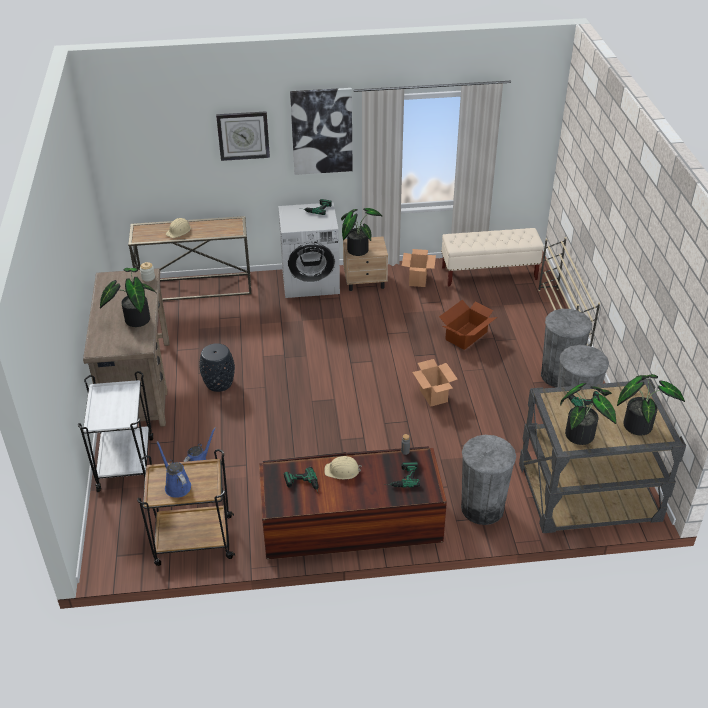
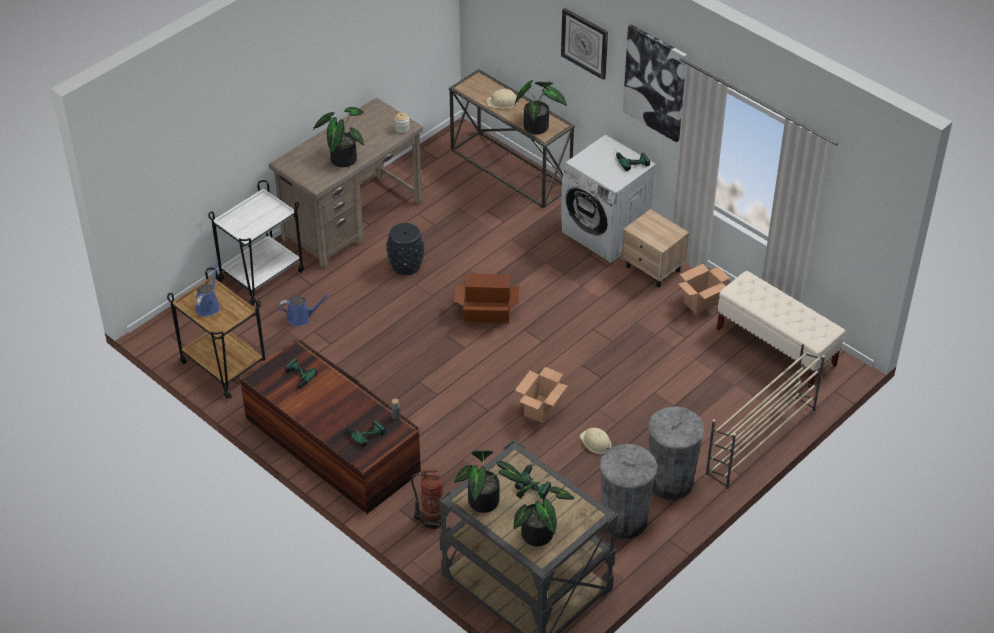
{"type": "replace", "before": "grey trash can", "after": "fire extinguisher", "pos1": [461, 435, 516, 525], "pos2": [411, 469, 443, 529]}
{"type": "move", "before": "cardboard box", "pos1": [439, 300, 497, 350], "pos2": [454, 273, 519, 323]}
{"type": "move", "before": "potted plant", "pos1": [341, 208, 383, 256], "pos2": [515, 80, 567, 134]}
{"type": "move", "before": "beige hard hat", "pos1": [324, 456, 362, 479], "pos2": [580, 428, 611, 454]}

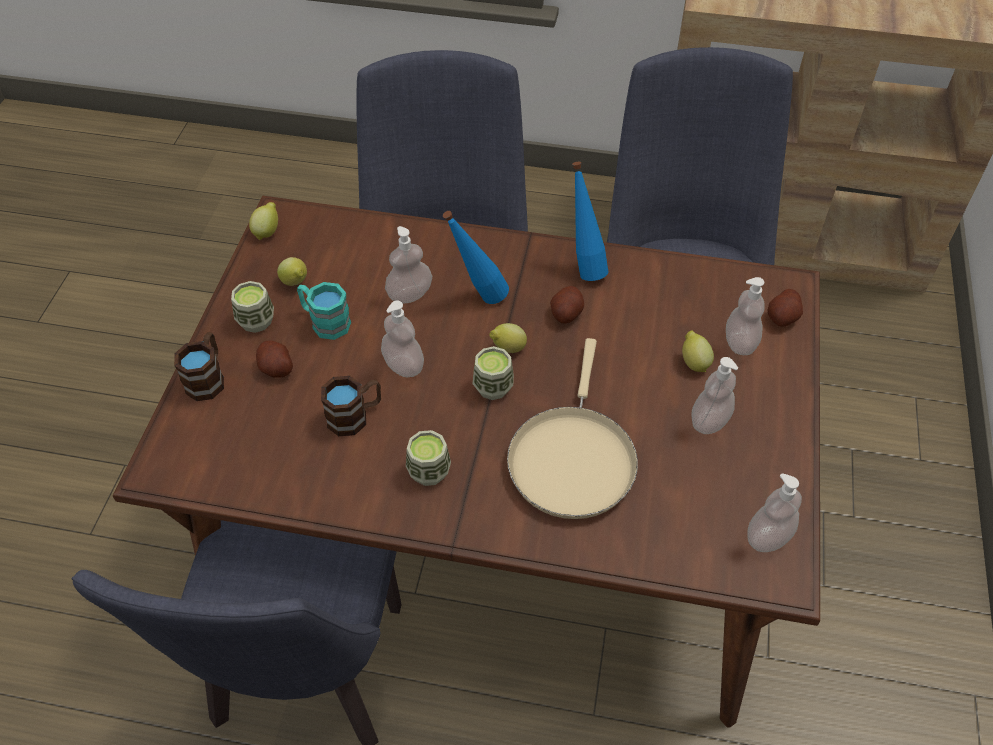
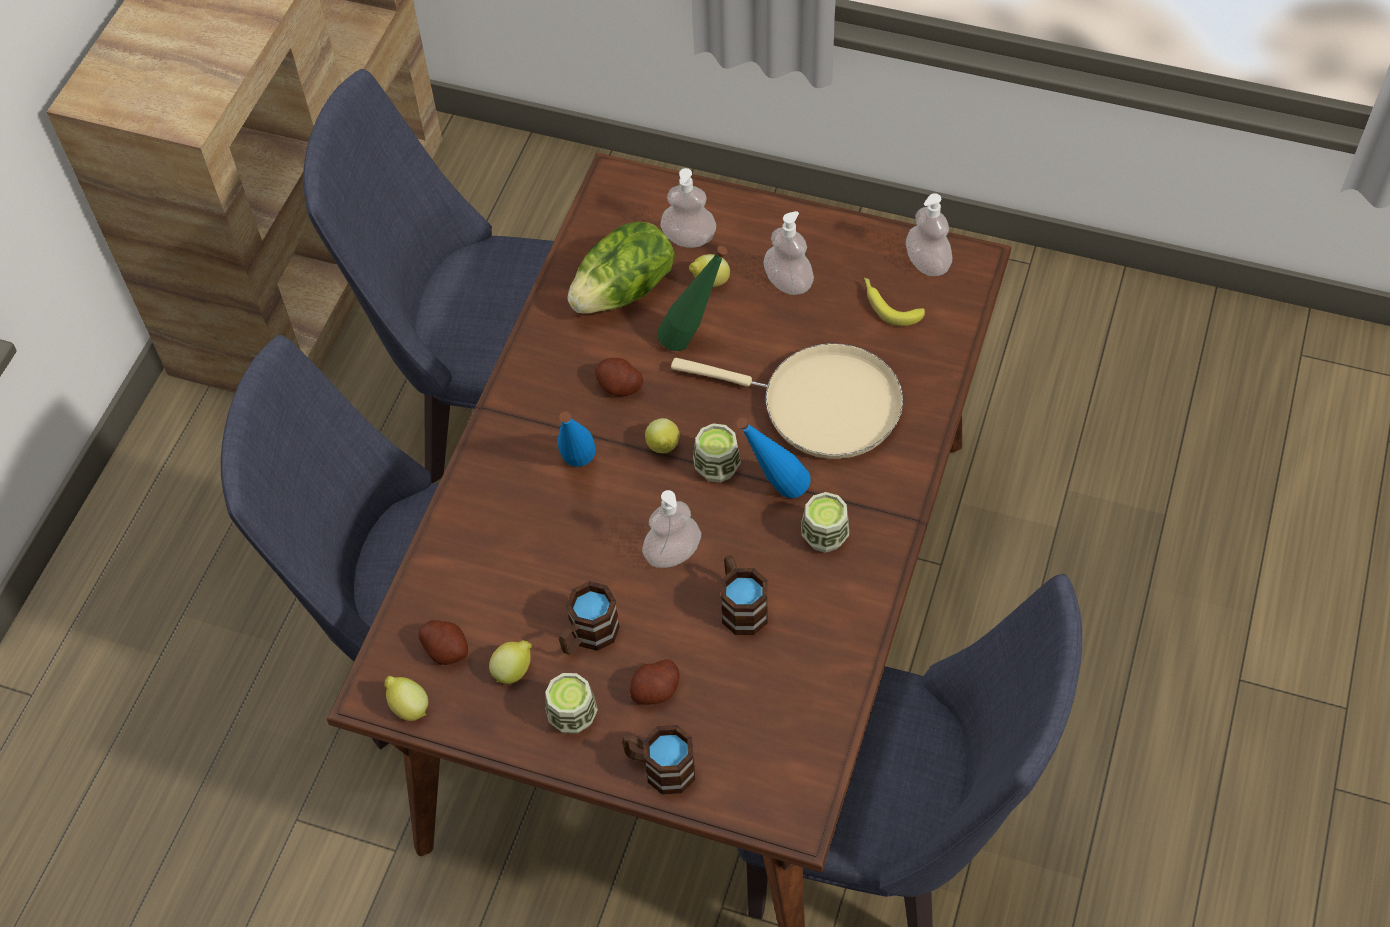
{"type": "move", "before": "potato", "pos1": [768, 289, 803, 327], "pos2": [419, 620, 468, 665]}
{"type": "recolor", "before": "turquoise mug", "after": "brown mug", "pos1": [297, 282, 351, 340], "pos2": [559, 581, 620, 655]}
{"type": "insert", "after": "lettuce", "pos2": [567, 221, 675, 314]}
{"type": "insert", "after": "green bottle", "pos2": [657, 246, 728, 351]}
{"type": "move", "before": "blue bottle", "pos1": [572, 162, 608, 281], "pos2": [737, 417, 810, 498]}
{"type": "insert", "after": "banana", "pos2": [864, 278, 925, 326]}
{"type": "delete", "before": "soap dispenser", "pos1": [385, 226, 432, 304]}

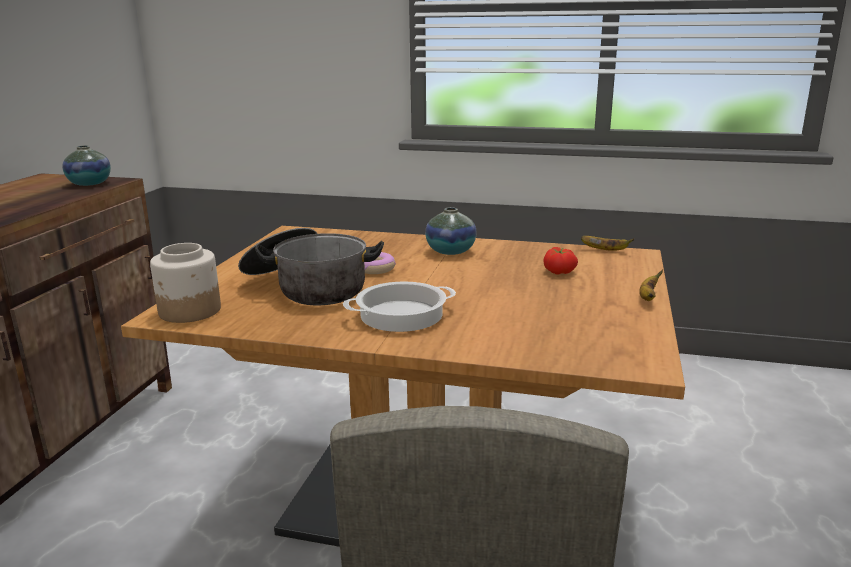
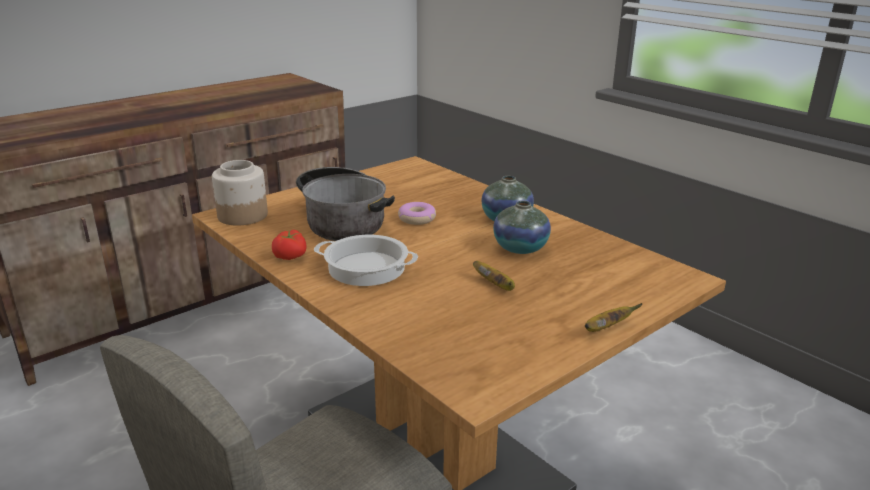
{"type": "move", "before": "tomato", "pos1": [543, 247, 578, 275], "pos2": [272, 230, 307, 260]}
{"type": "move", "before": "banana", "pos1": [581, 236, 634, 251], "pos2": [473, 261, 515, 291]}
{"type": "move", "before": "vase", "pos1": [62, 146, 111, 186], "pos2": [493, 201, 551, 254]}

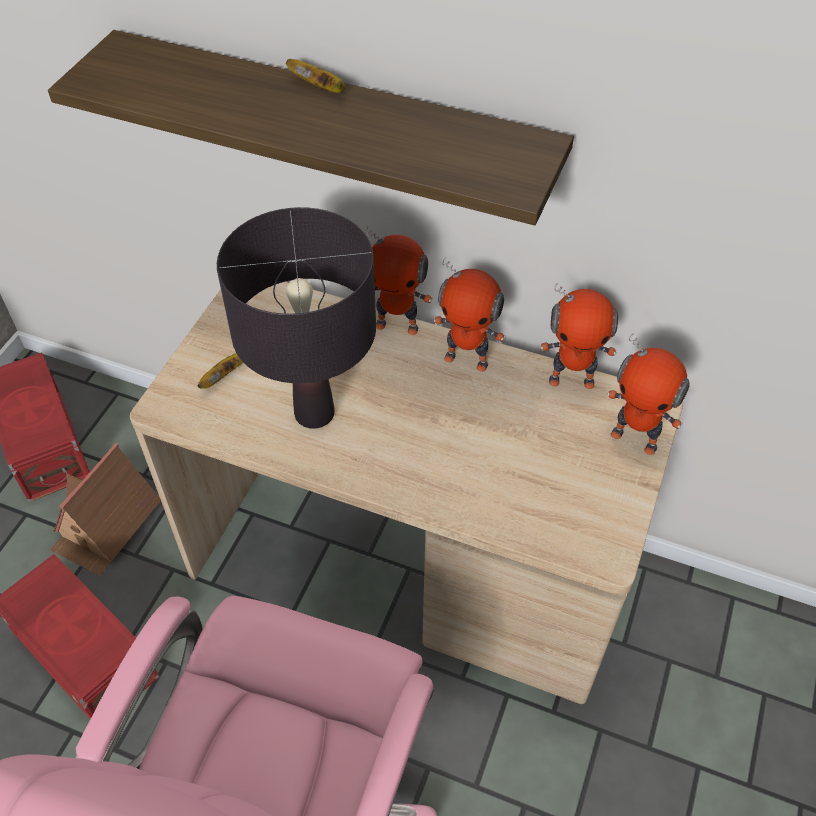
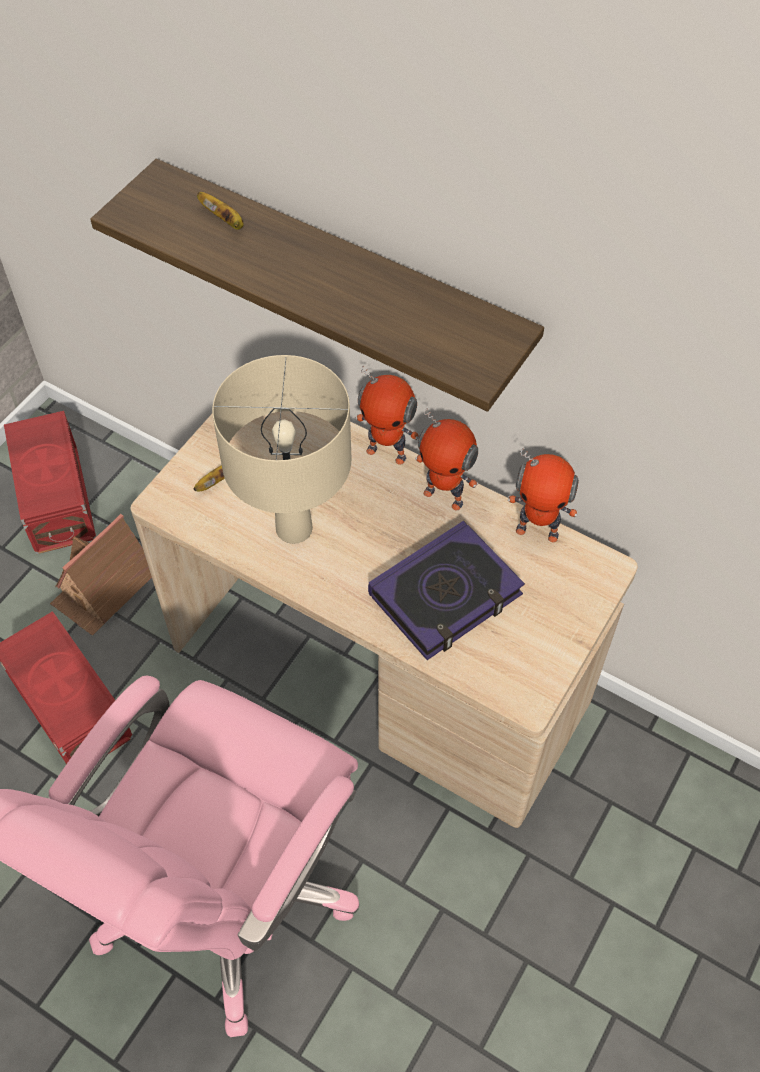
{"type": "move", "before": "banana", "pos1": [286, 59, 345, 93], "pos2": [197, 192, 244, 230]}
{"type": "recolor", "before": "black table lamp", "after": "beige table lamp", "pos1": [217, 207, 376, 429], "pos2": [212, 355, 351, 544]}
{"type": "insert", "after": "book", "pos2": [368, 521, 525, 660]}
{"type": "delete", "before": "toy robot", "pos1": [607, 333, 689, 455]}

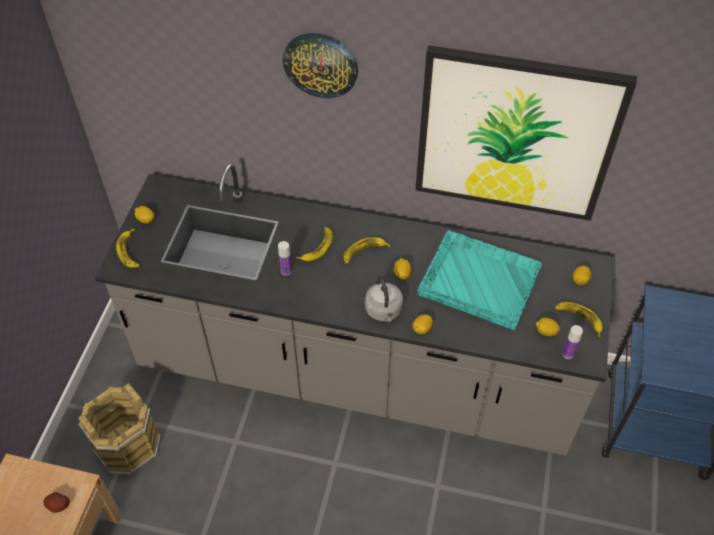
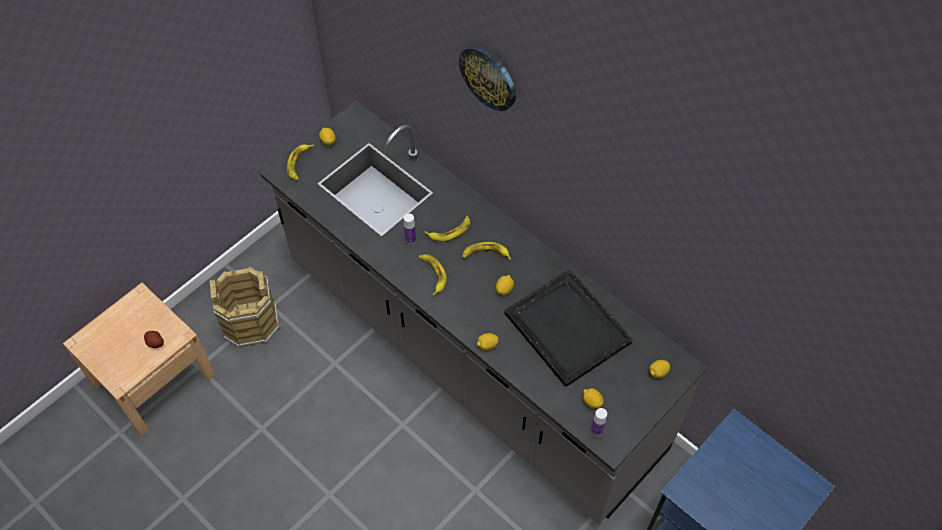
{"type": "move", "before": "banana", "pos1": [555, 302, 603, 337], "pos2": [419, 254, 447, 296]}
{"type": "recolor", "before": "turquoise tray", "after": "black tray", "pos1": [417, 230, 543, 330], "pos2": [504, 270, 633, 387]}
{"type": "delete", "before": "grey kettle", "pos1": [365, 274, 403, 322]}
{"type": "delete", "before": "picture", "pos1": [415, 45, 637, 221]}

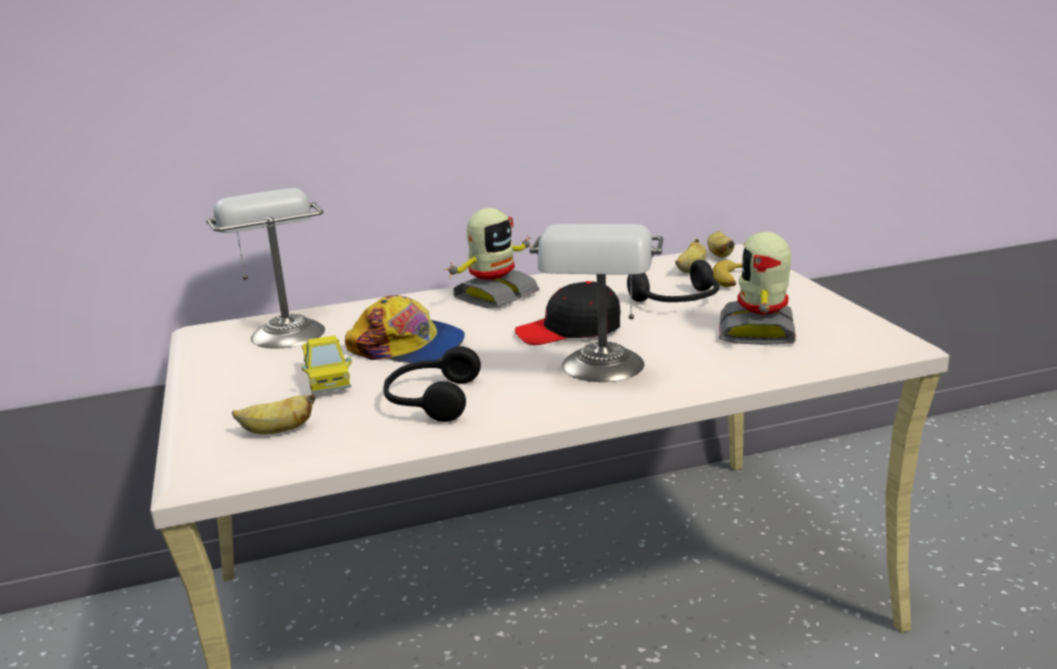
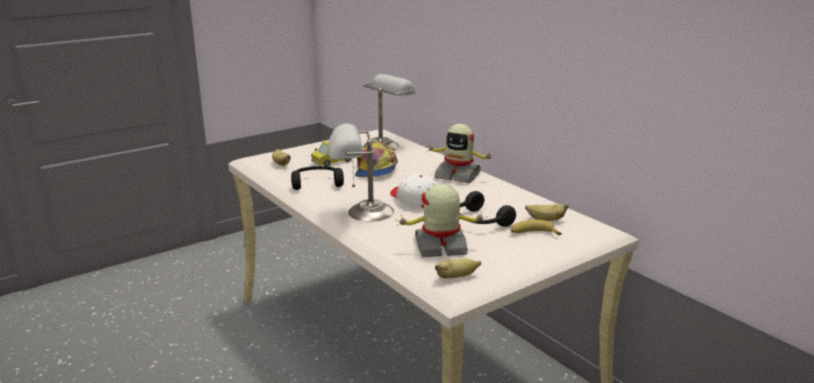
{"type": "recolor", "before": "black cap", "after": "white cap", "pos1": [515, 281, 620, 345], "pos2": [390, 174, 438, 208]}
{"type": "move", "before": "banana", "pos1": [707, 231, 735, 258], "pos2": [435, 259, 481, 279]}

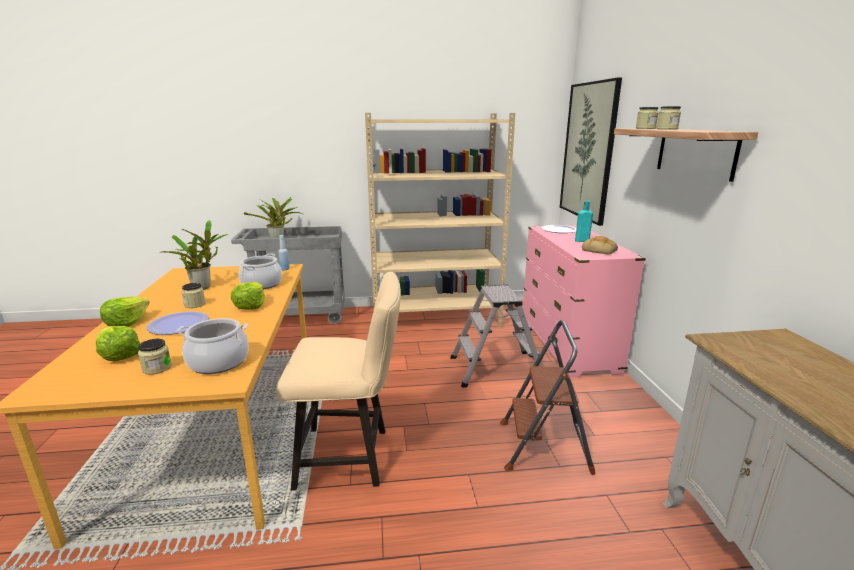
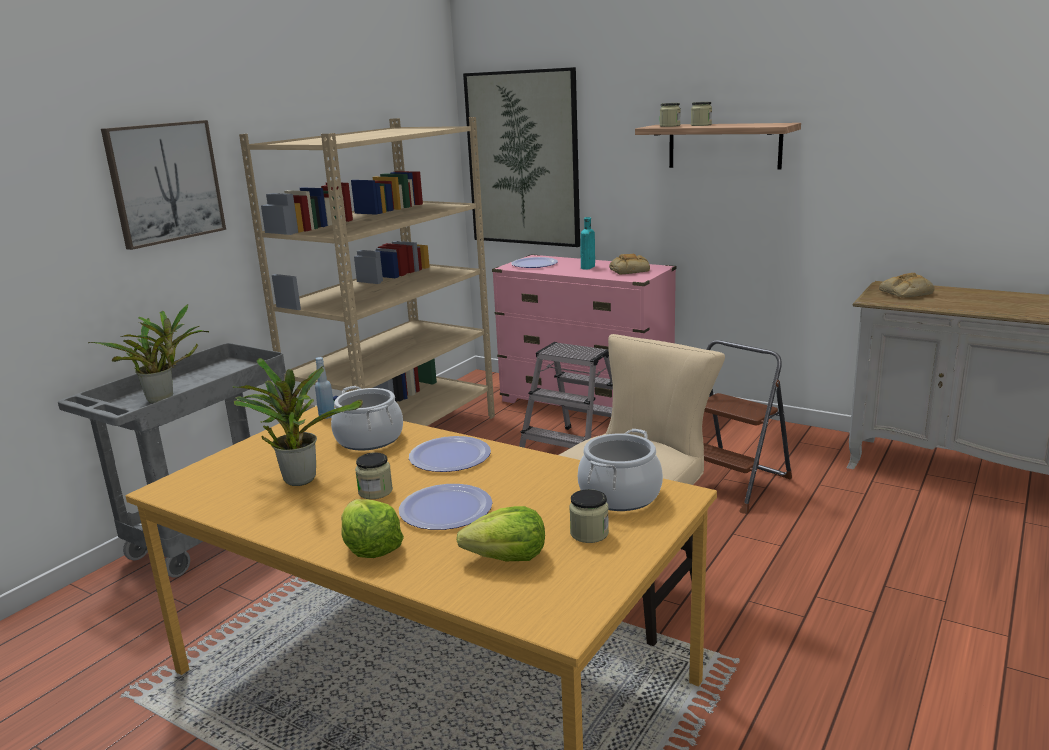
{"type": "insert", "after": "picture", "pos2": [101, 120, 226, 250]}
{"type": "replace", "before": "lettuce", "after": "plate", "pos1": [231, 282, 265, 310], "pos2": [409, 436, 491, 472]}
{"type": "insert", "after": "bread", "pos2": [879, 273, 935, 298]}

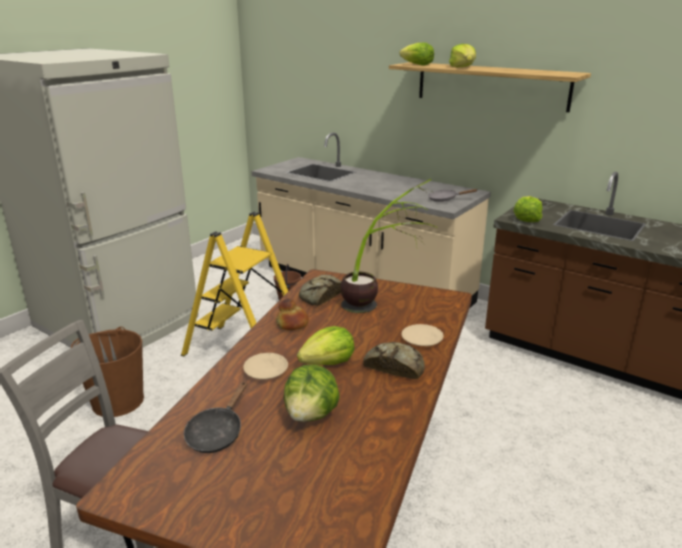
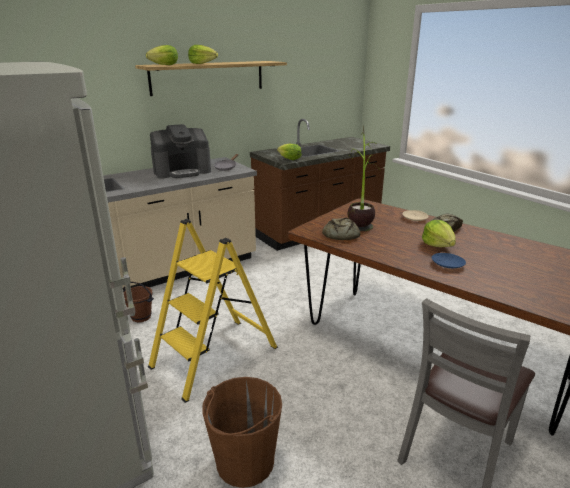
{"type": "insert", "after": "coffee machine", "pos2": [150, 124, 211, 178]}
{"type": "recolor", "before": "beige plate", "after": "blue plate", "pos1": [243, 353, 288, 380], "pos2": [431, 253, 466, 268]}
{"type": "delete", "before": "black frying pan", "pos1": [184, 381, 247, 453]}
{"type": "delete", "before": "bread", "pos1": [276, 298, 309, 330]}
{"type": "delete", "before": "lettuce", "pos1": [284, 365, 340, 422]}

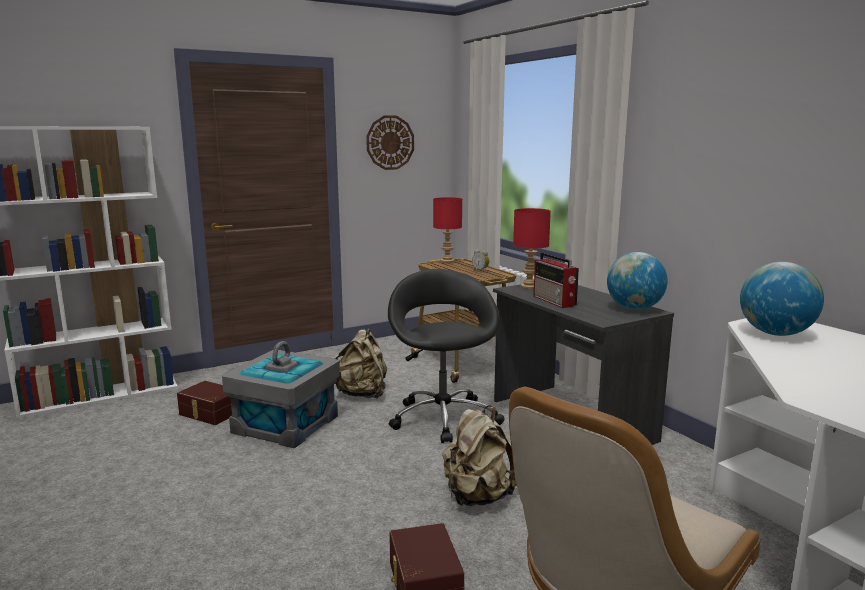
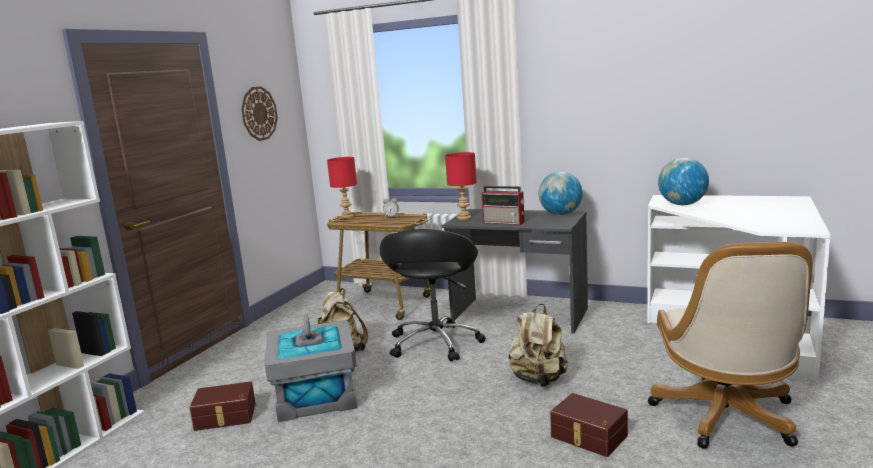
{"type": "rotate", "before": "black office chair", "pos1": [388, 269, 505, 443], "pos2": [380, 229, 486, 361], "turn": -120}

